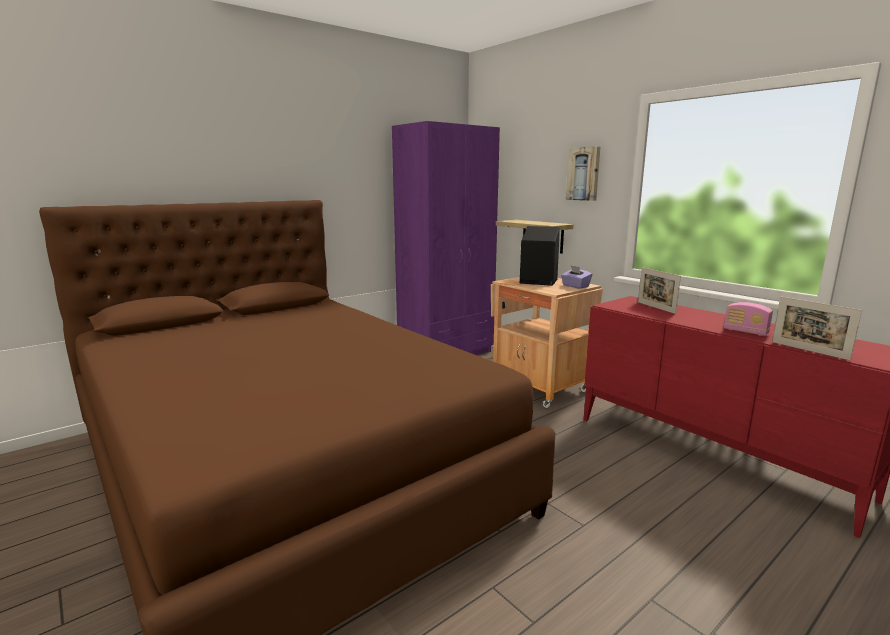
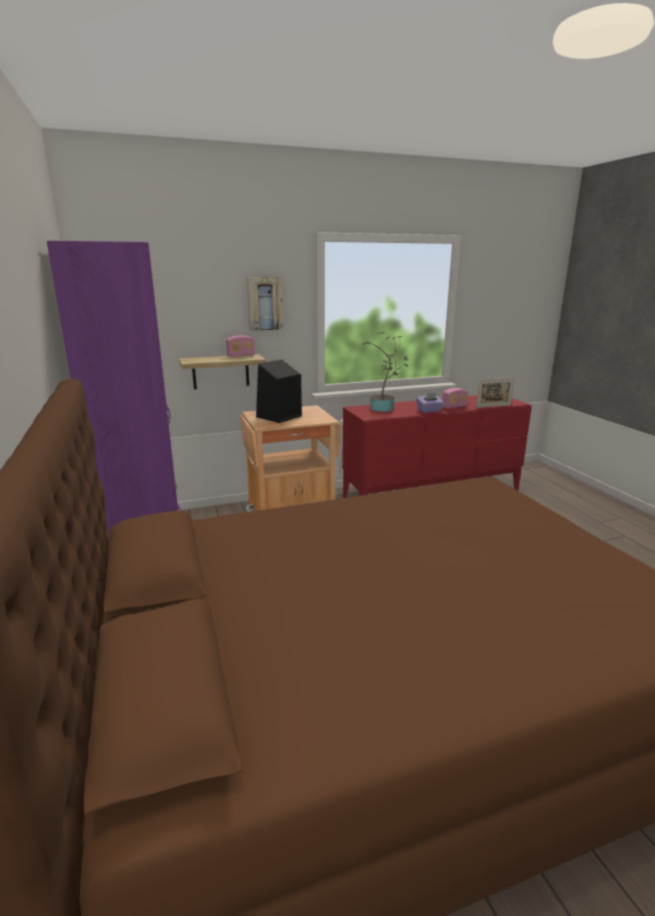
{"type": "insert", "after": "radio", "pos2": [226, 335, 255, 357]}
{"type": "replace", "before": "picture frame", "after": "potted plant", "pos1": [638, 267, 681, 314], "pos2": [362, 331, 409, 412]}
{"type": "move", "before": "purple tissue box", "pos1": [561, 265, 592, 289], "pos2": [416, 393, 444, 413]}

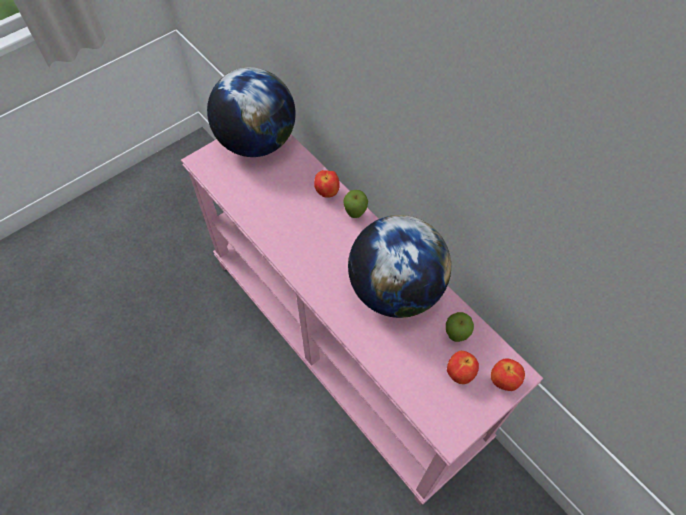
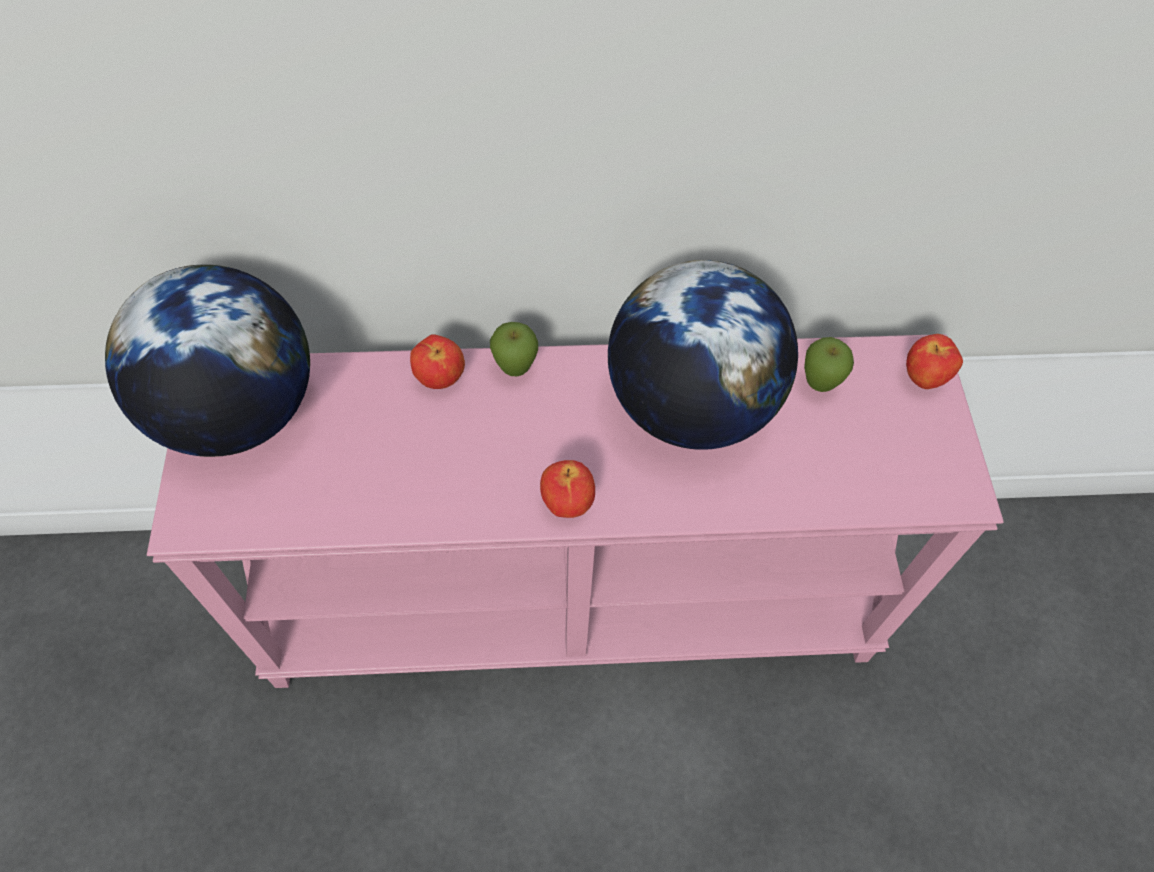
{"type": "move", "before": "apple", "pos1": [447, 351, 479, 384], "pos2": [540, 460, 595, 518]}

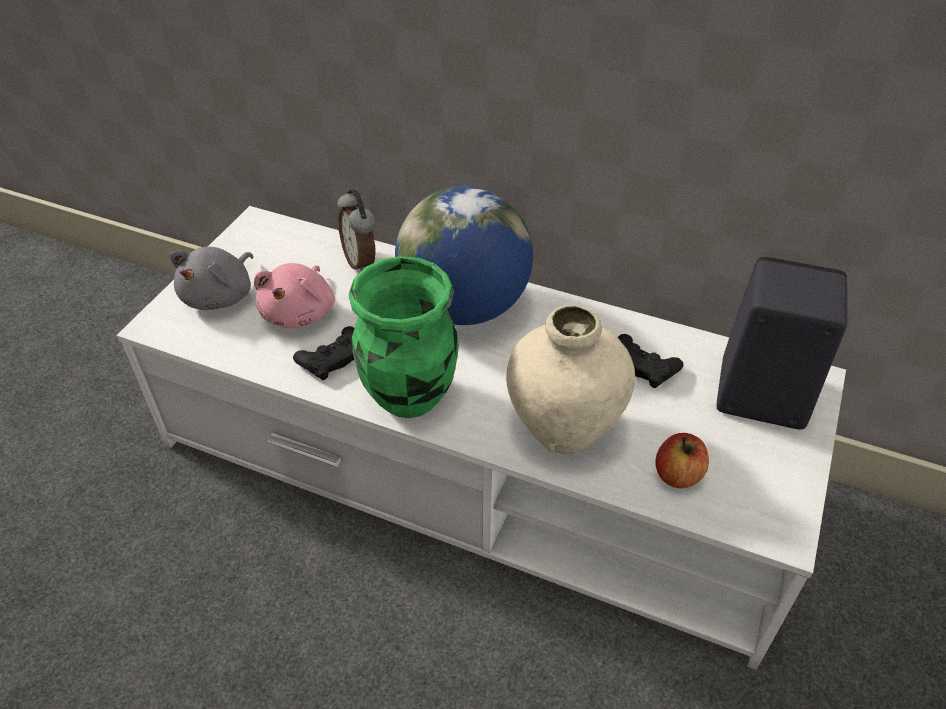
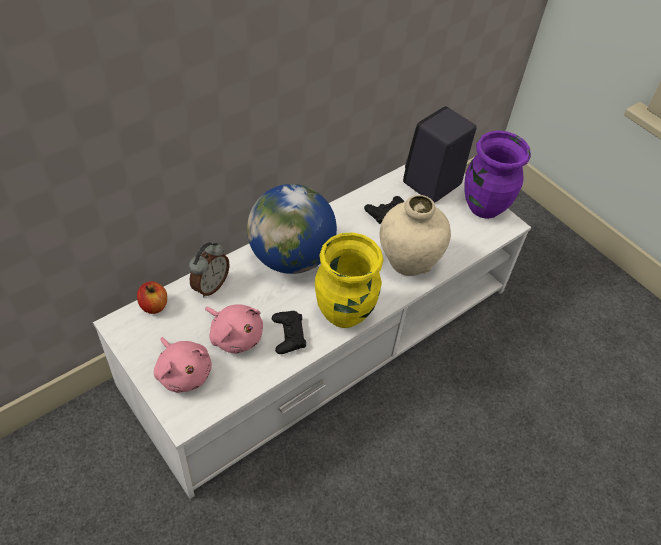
{"type": "move", "before": "apple", "pos1": [655, 433, 709, 488], "pos2": [137, 281, 167, 314]}
{"type": "recolor", "before": "grey plush toy", "after": "pink plush toy", "pos1": [170, 247, 253, 310], "pos2": [154, 337, 212, 393]}
{"type": "rotate", "before": "alarm clock", "pos1": [337, 189, 376, 271], "pos2": [189, 242, 229, 297], "turn": -60}
{"type": "recolor", "before": "green vase", "after": "yellow vase", "pos1": [349, 256, 459, 418], "pos2": [315, 232, 383, 328]}
{"type": "insert", "after": "purple vase", "pos2": [464, 131, 531, 219]}

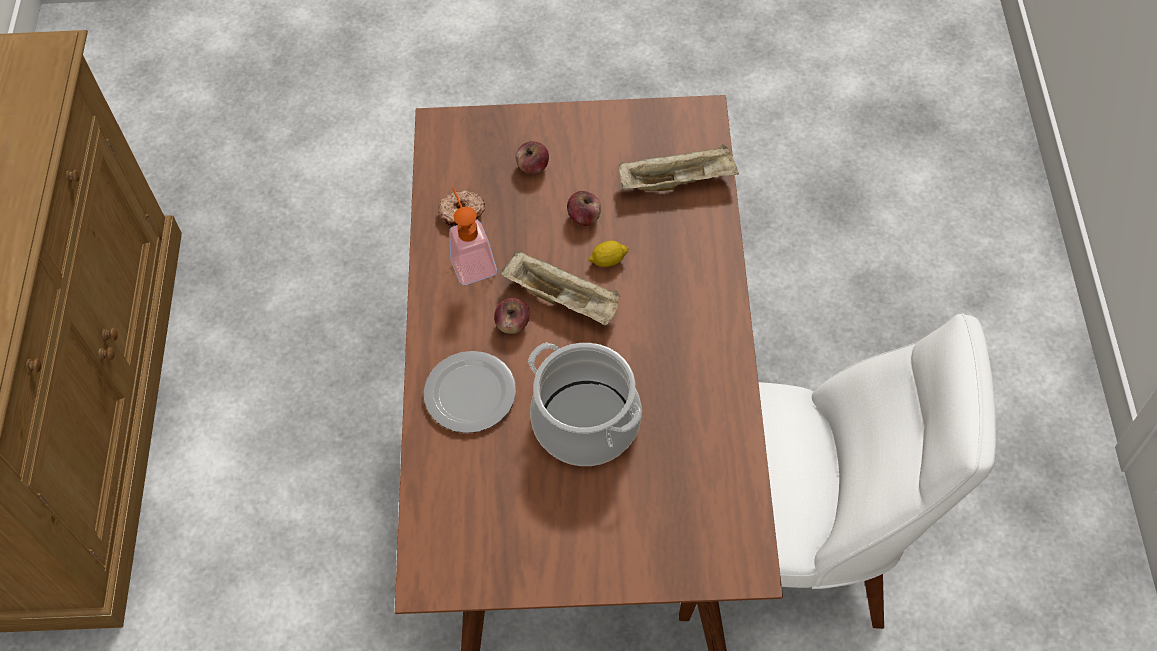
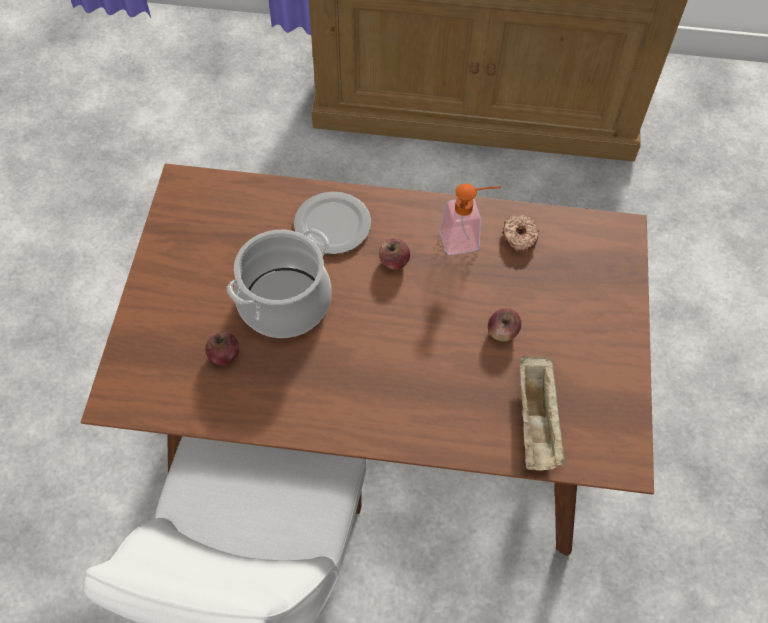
{"type": "move", "before": "apple", "pos1": [515, 141, 549, 174], "pos2": [205, 332, 239, 365]}
{"type": "delete", "before": "beige tray", "pos1": [501, 250, 620, 325]}
{"type": "delete", "before": "lemon", "pos1": [588, 241, 629, 267]}

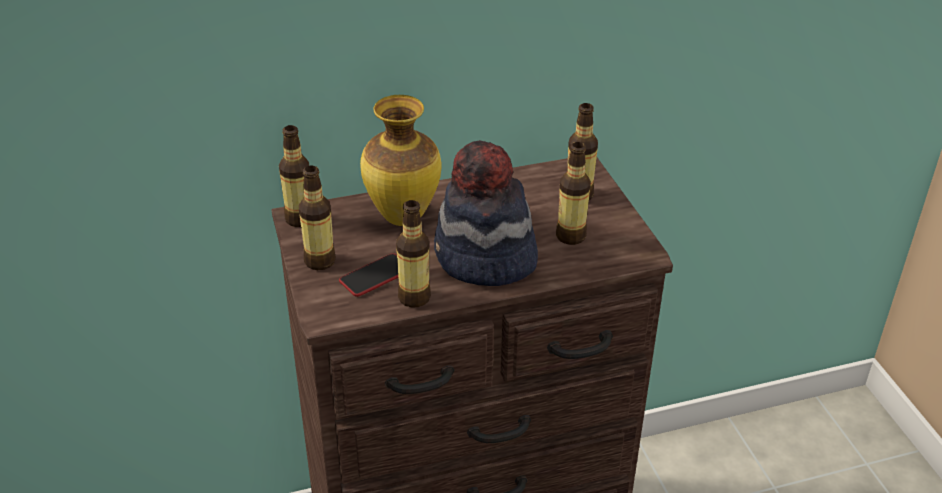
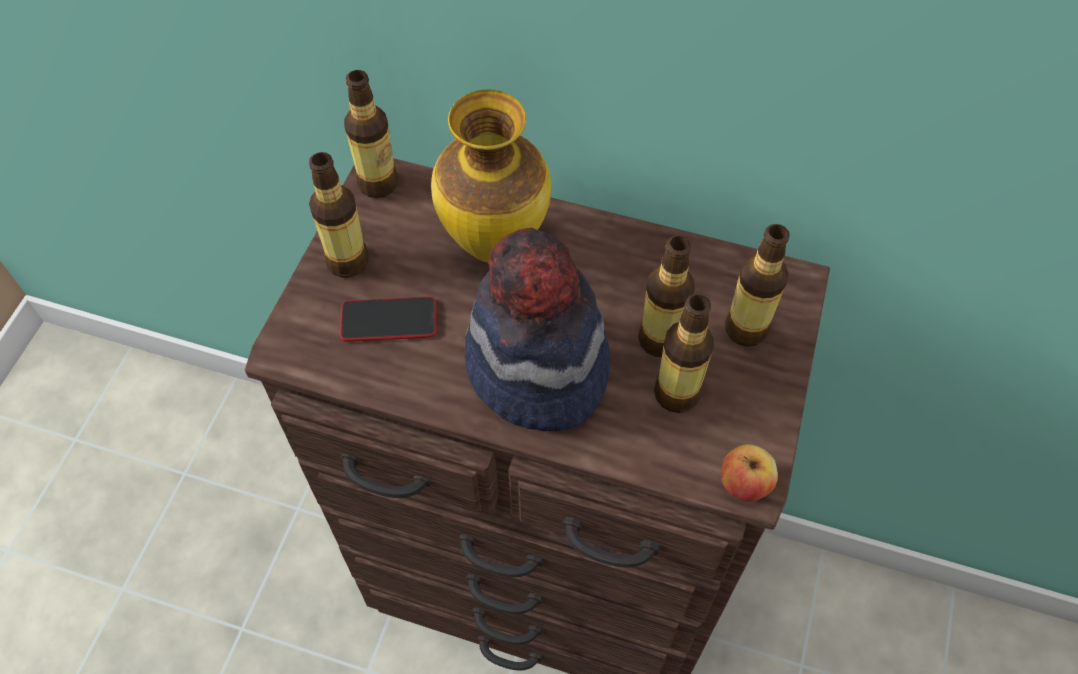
{"type": "move", "before": "bottle", "pos1": [396, 200, 431, 307], "pos2": [638, 235, 695, 357]}
{"type": "insert", "after": "apple", "pos2": [721, 444, 778, 502]}

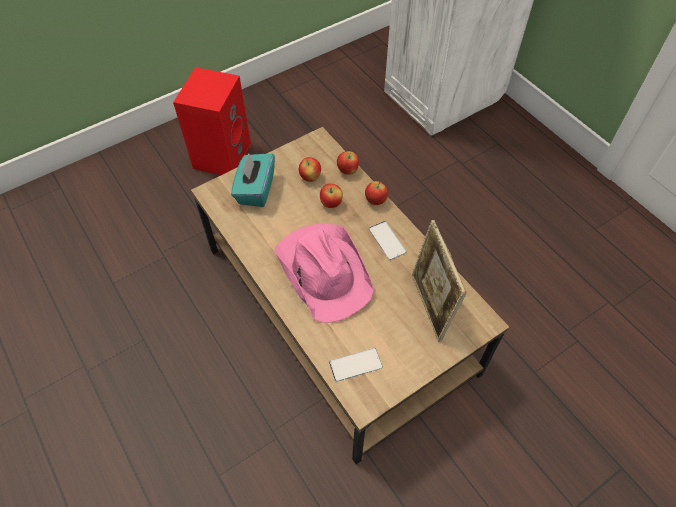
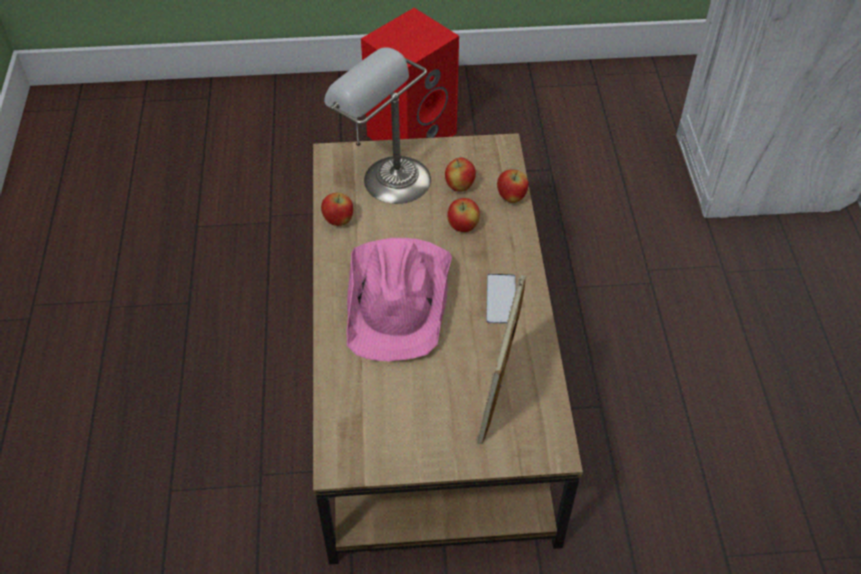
{"type": "move", "before": "apple", "pos1": [365, 181, 388, 205], "pos2": [321, 193, 353, 226]}
{"type": "replace", "before": "turquoise tissue box", "after": "white table lamp", "pos1": [231, 153, 275, 207], "pos2": [324, 47, 431, 204]}
{"type": "delete", "before": "phone", "pos1": [329, 348, 383, 382]}

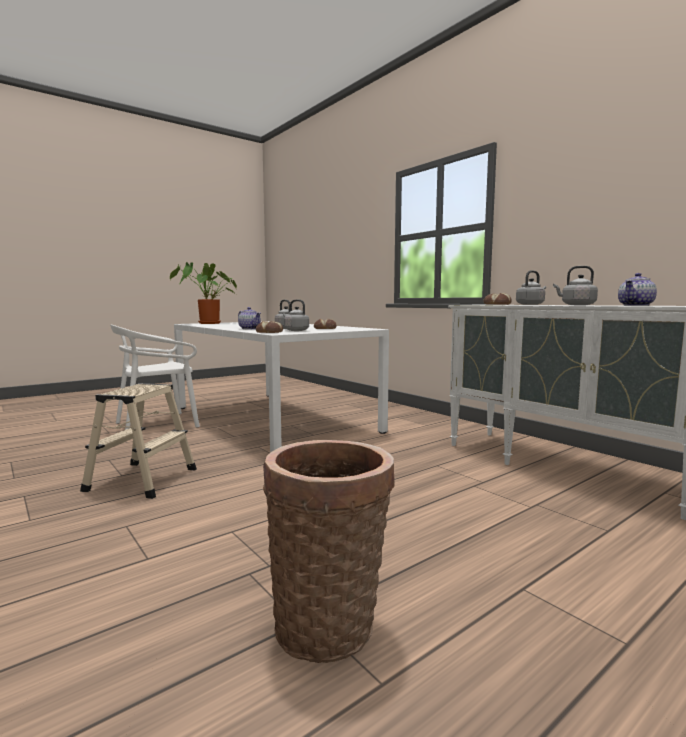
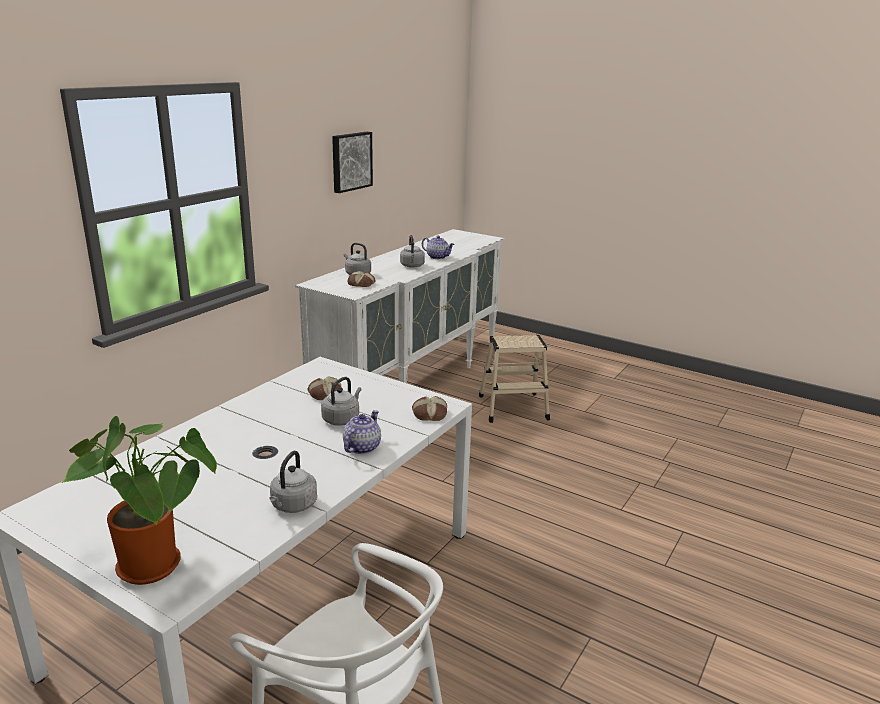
{"type": "move", "before": "grey kettle", "pos1": [283, 299, 309, 331], "pos2": [269, 451, 317, 513]}
{"type": "insert", "after": "picture", "pos2": [332, 132, 373, 193]}
{"type": "move", "before": "beige step ladder", "pos1": [80, 383, 197, 499], "pos2": [479, 335, 550, 423]}
{"type": "delete", "before": "basket", "pos1": [263, 440, 395, 663]}

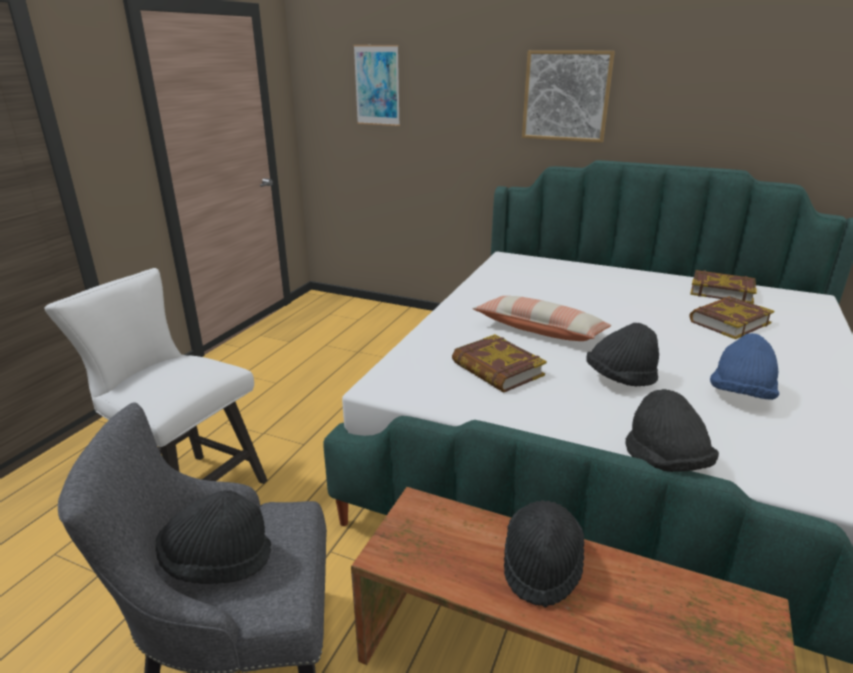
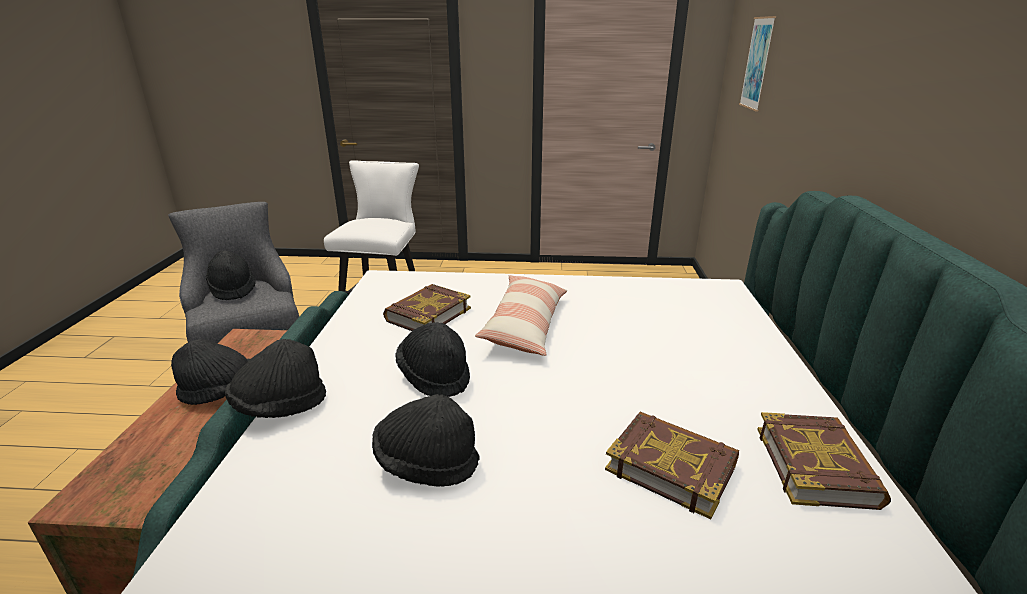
{"type": "recolor", "before": "blue hat", "after": "black hat", "pos1": [710, 333, 779, 400], "pos2": [372, 394, 480, 487]}
{"type": "delete", "before": "picture", "pos1": [522, 50, 615, 143]}

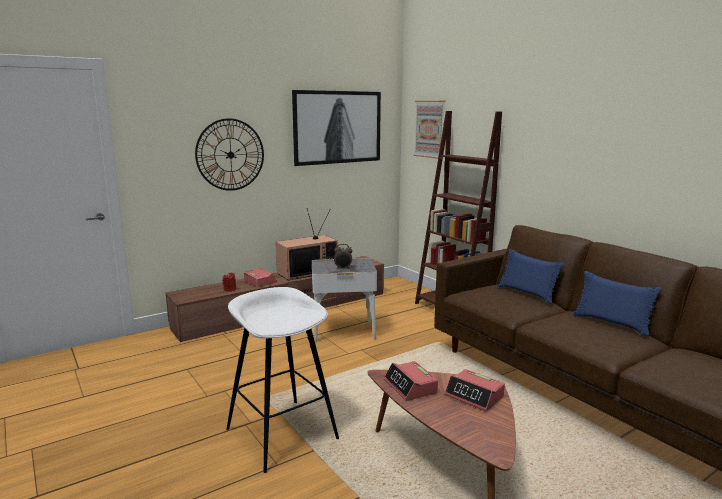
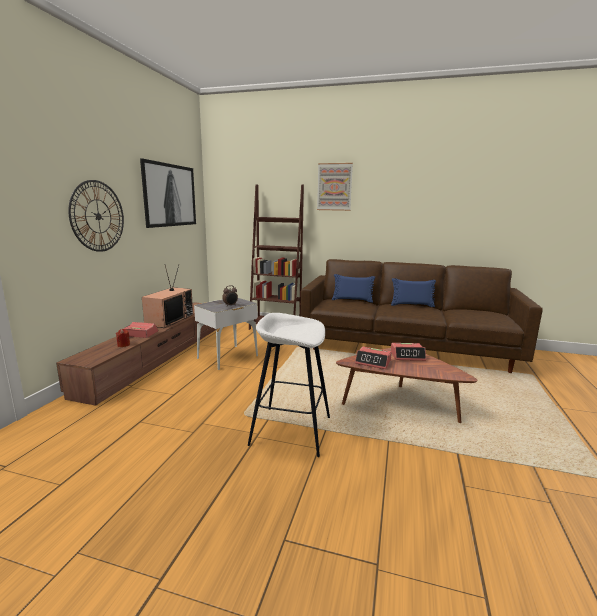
{"type": "move", "before": "picture", "pos1": [413, 101, 445, 159], "pos2": [317, 163, 353, 211]}

